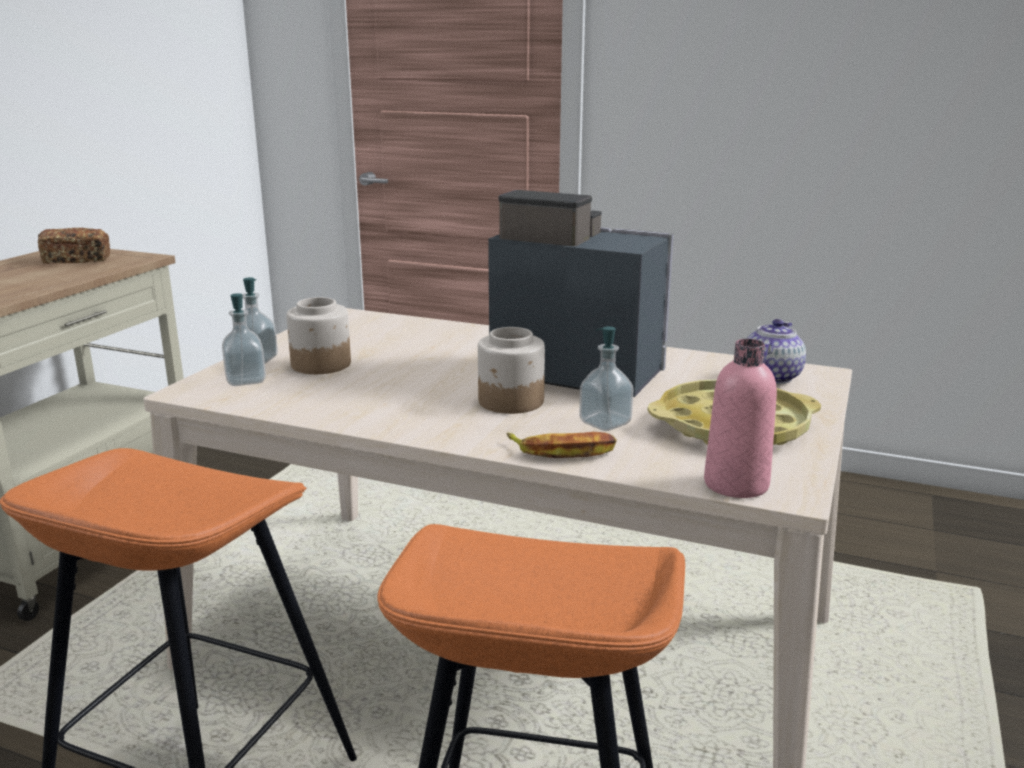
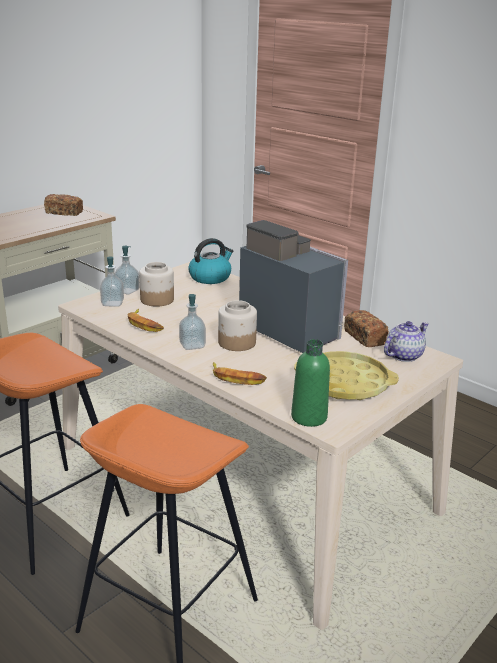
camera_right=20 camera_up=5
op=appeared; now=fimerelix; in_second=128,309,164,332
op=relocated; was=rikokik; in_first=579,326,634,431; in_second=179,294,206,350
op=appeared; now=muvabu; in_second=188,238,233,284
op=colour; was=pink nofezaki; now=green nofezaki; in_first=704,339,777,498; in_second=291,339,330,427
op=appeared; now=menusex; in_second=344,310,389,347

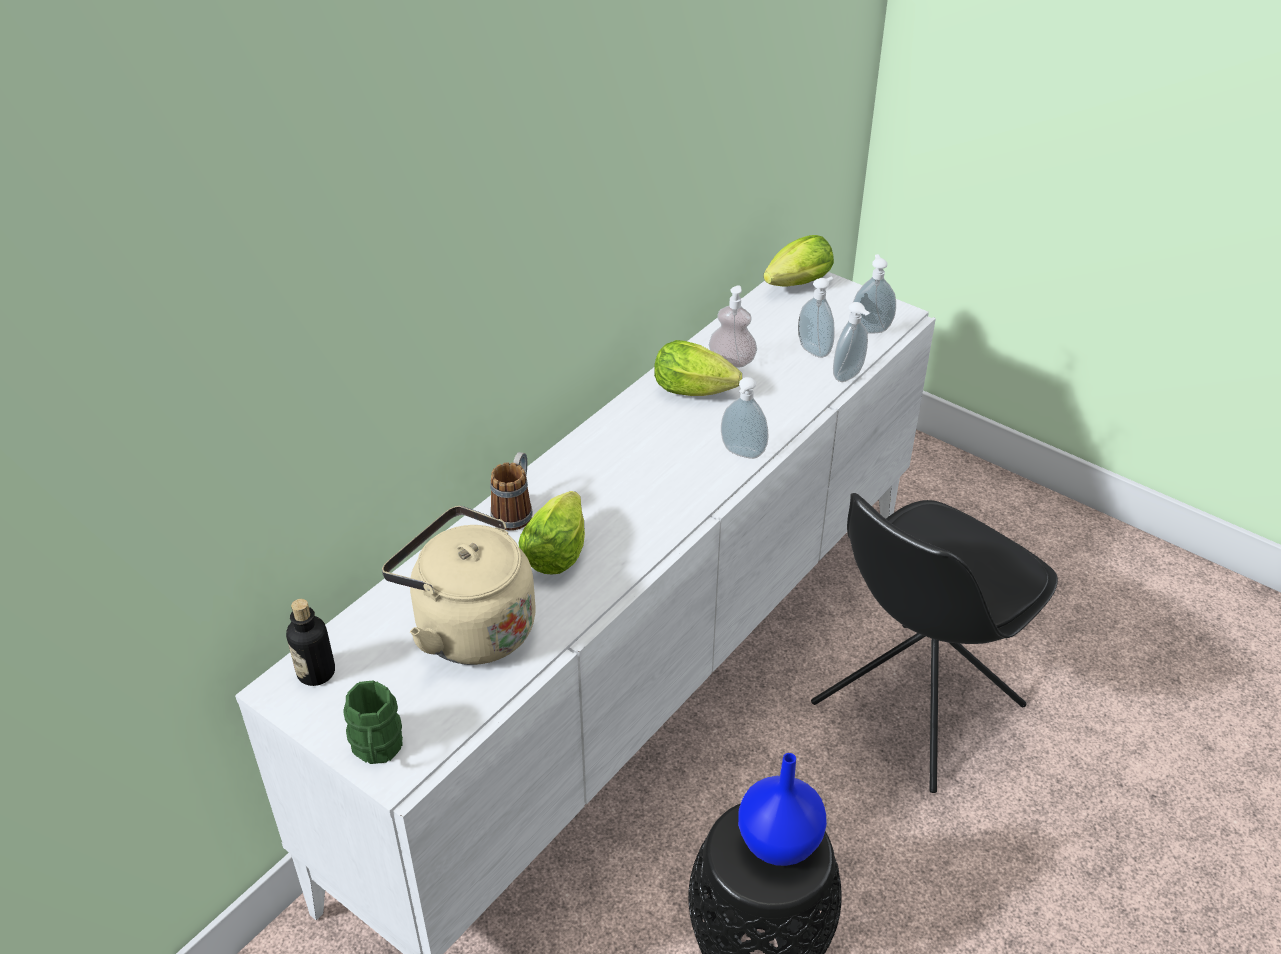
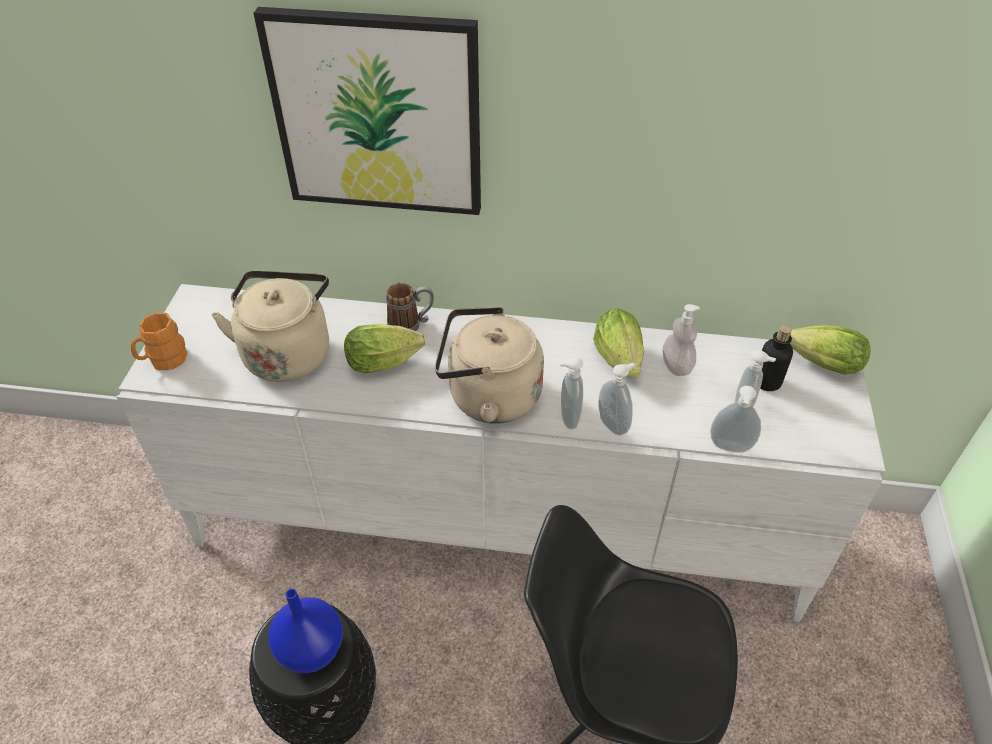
camera_right=60 camera_up=5
op=colour; was=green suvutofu; now=orange suvutofu; in_first=343,680,403,764; in_second=131,313,187,370
op=appeared; now=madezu; in_second=254,7,481,215
op=appeared; now=beige muvabu; in_second=435,307,544,424
op=relocated; was=rikokik; in_first=851,254,896,334; in_second=598,363,635,435
op=relocated; was=nofezaki; in_first=286,599,335,686; in_second=760,325,793,391

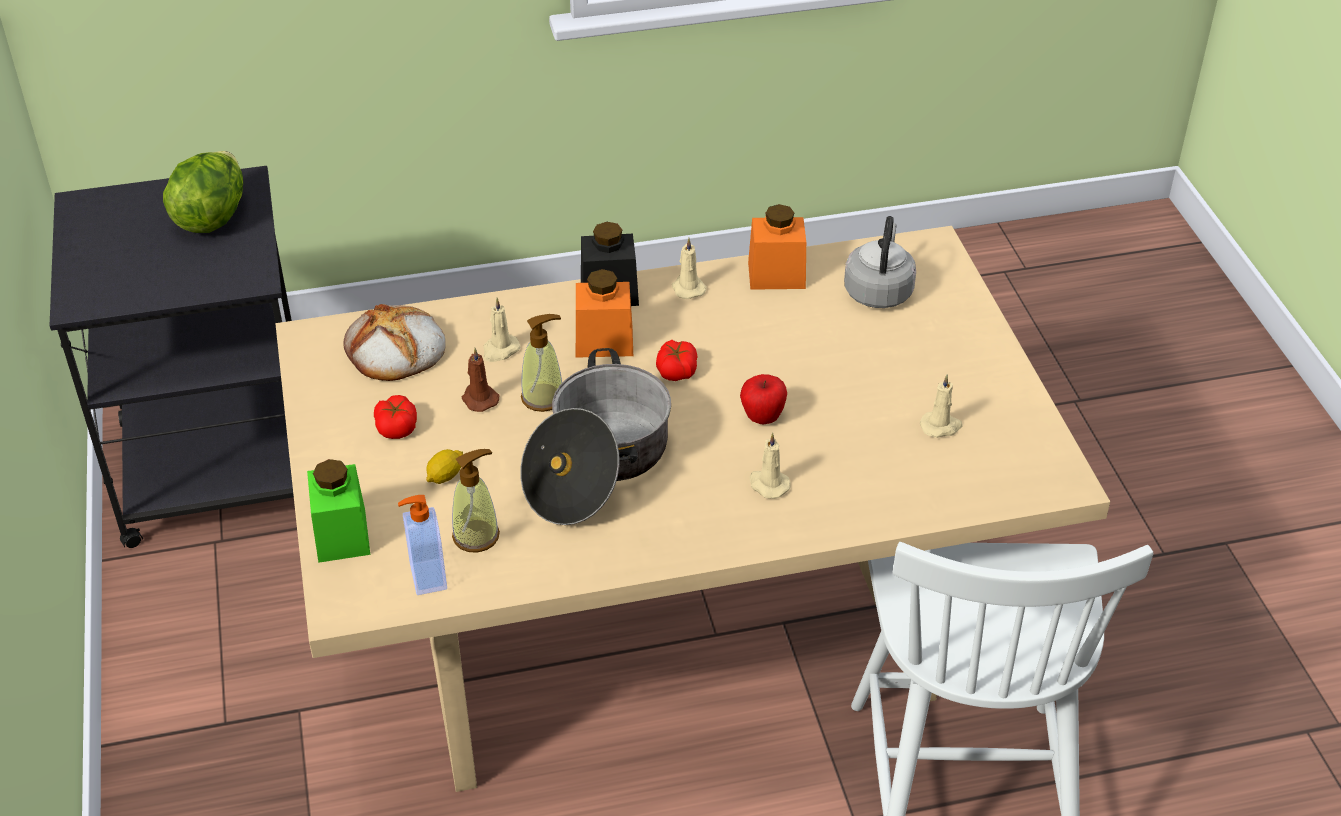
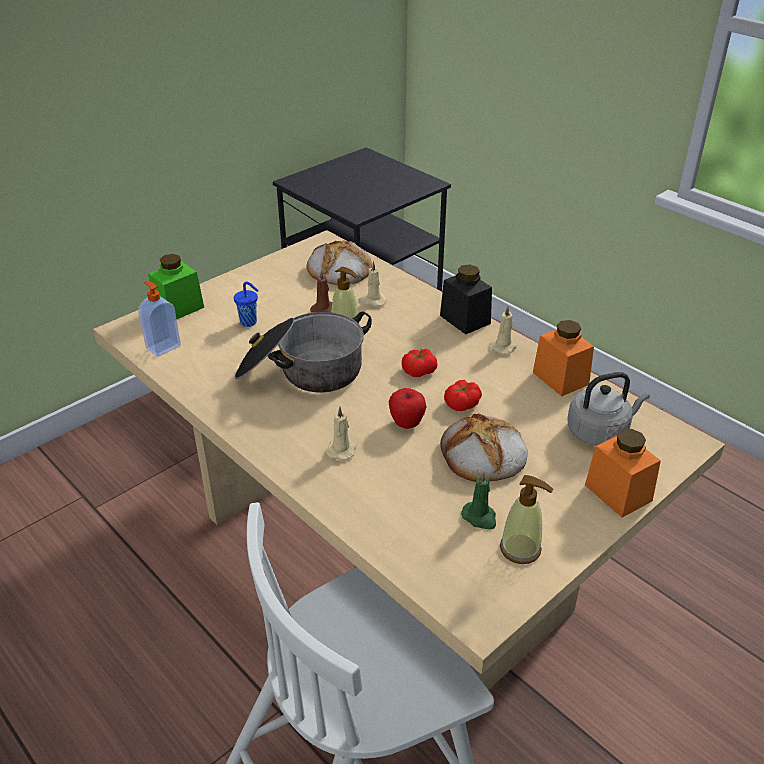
camera_right=60 camera_up=-5
op=exchanged; was=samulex; now=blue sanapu; in_first=426,449,463,484; in_second=234,282,259,327
op=appeared; now=menusex; in_second=440,413,528,482
op=relocated; was=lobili; in_first=374,395,417,439; in_second=444,380,482,411
op=colour; was=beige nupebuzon; now=green nupebuzon; in_first=920,374,962,438; in_second=461,471,496,530
op=relocated; was=rikokik; in_first=452,449,500,552; in_second=500,475,553,564
op=relocated; was=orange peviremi; in_first=576,269,633,358; in_second=585,429,661,517
op=missing; was=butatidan; in_first=163,151,243,233

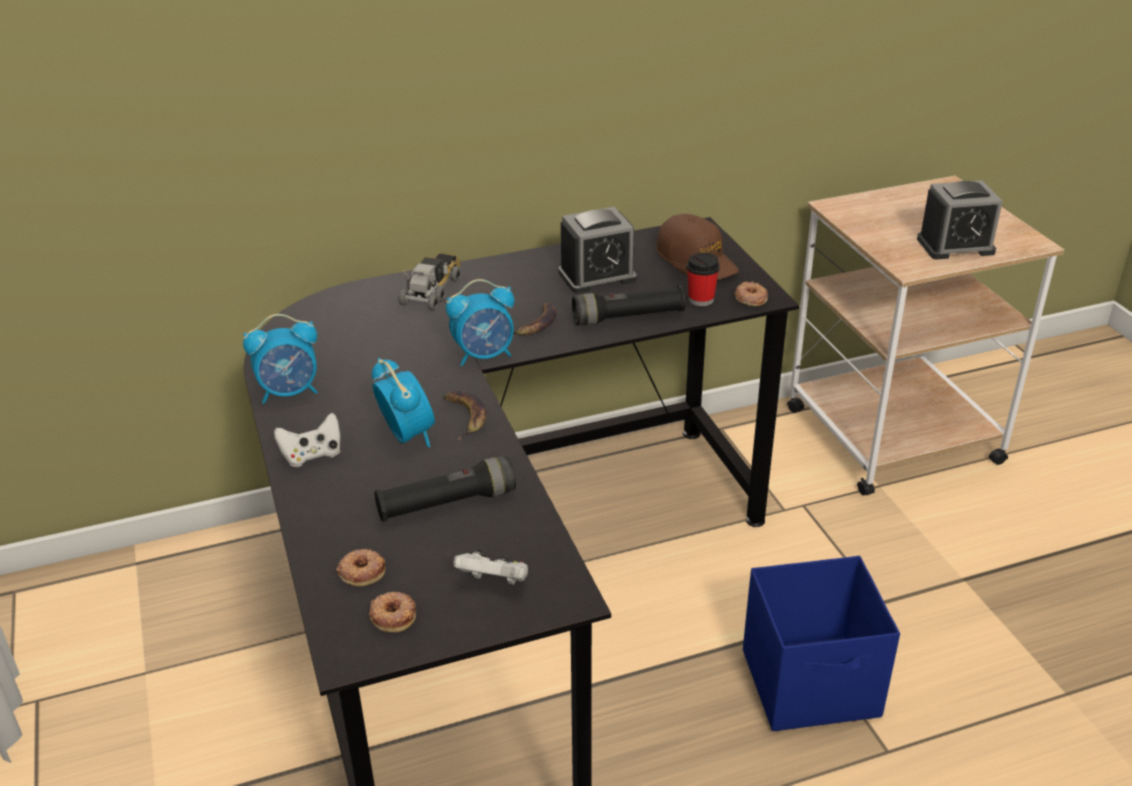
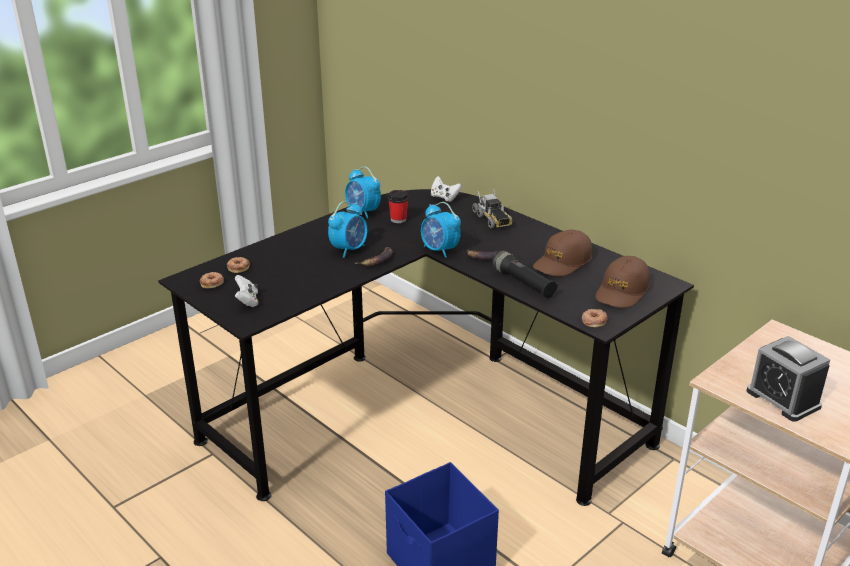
camera_right=65 camera_up=-5
op=relocated; was=sanapu; in_first=687,252,720,306; in_second=388,190,409,223
op=relocated; was=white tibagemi; in_first=274,413,340,467; in_second=431,176,462,202
op=spun; was=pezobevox; in_first=399,253,461,311; in_second=472,189,512,229; clockwise=75
op=exchanged; was=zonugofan; now=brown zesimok; in_first=558,207,637,294; in_second=533,230,592,276
op=missing; was=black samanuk; in_first=374,456,516,522

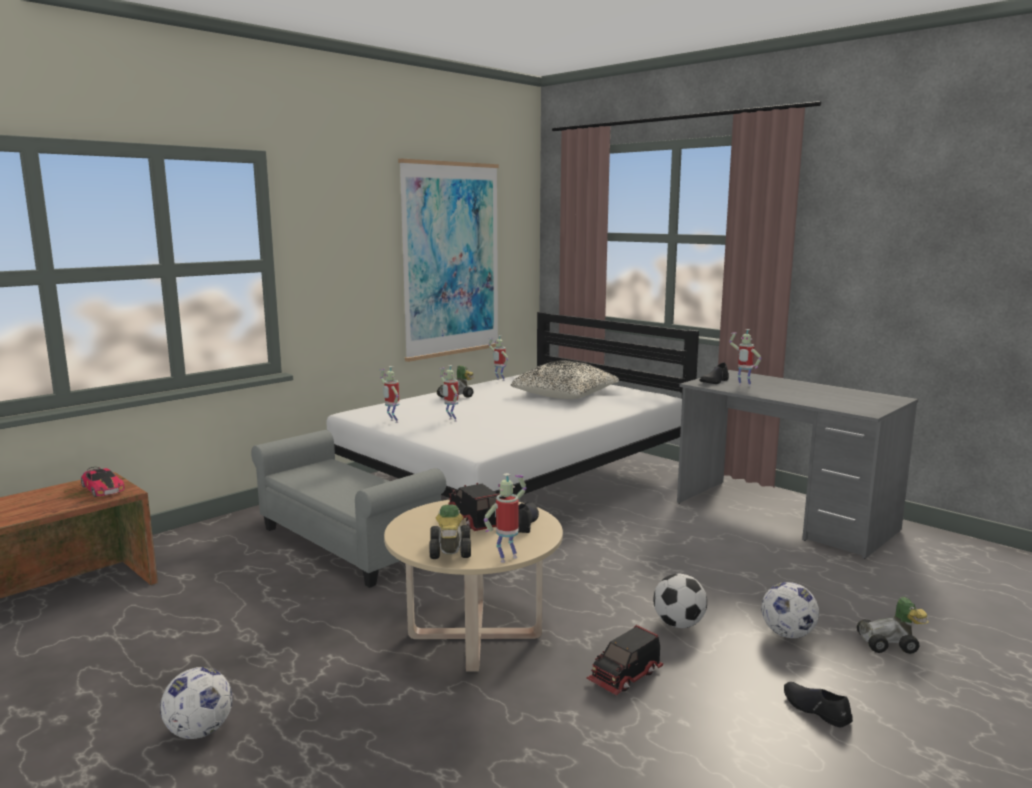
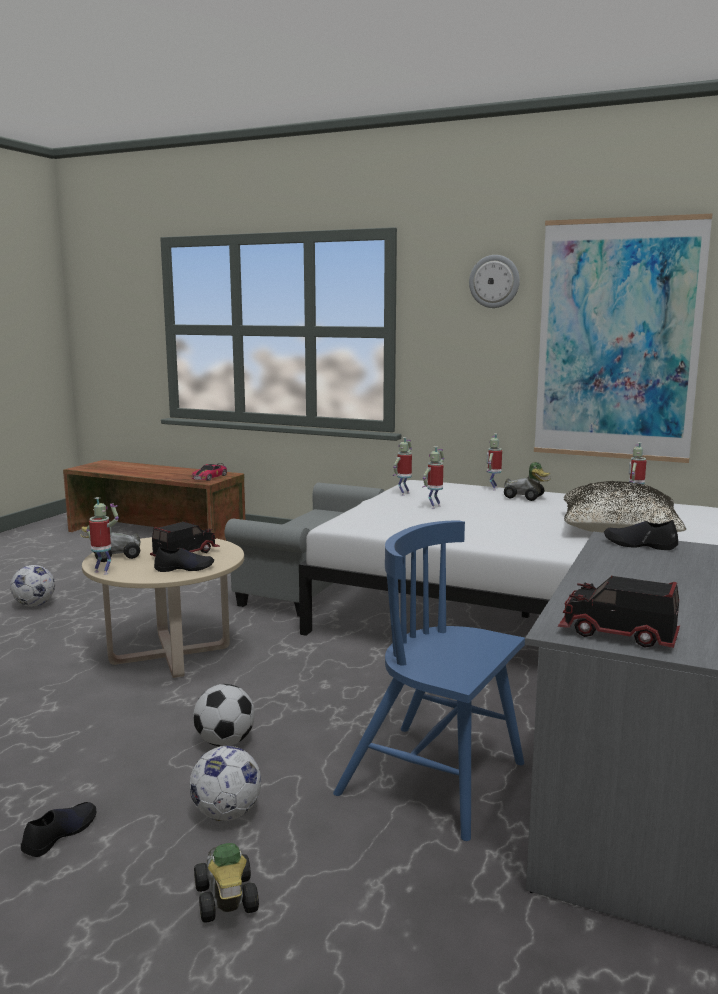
camera_right=70 camera_up=0
op=appeared; now=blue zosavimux; in_second=333,521,525,841
op=appeared; now=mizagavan; in_second=469,255,520,308
op=relocated; was=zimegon; in_first=729,329,762,387; in_second=486,434,502,491
op=relocated; was=pezobevox; in_first=586,625,663,695; in_second=557,576,680,648

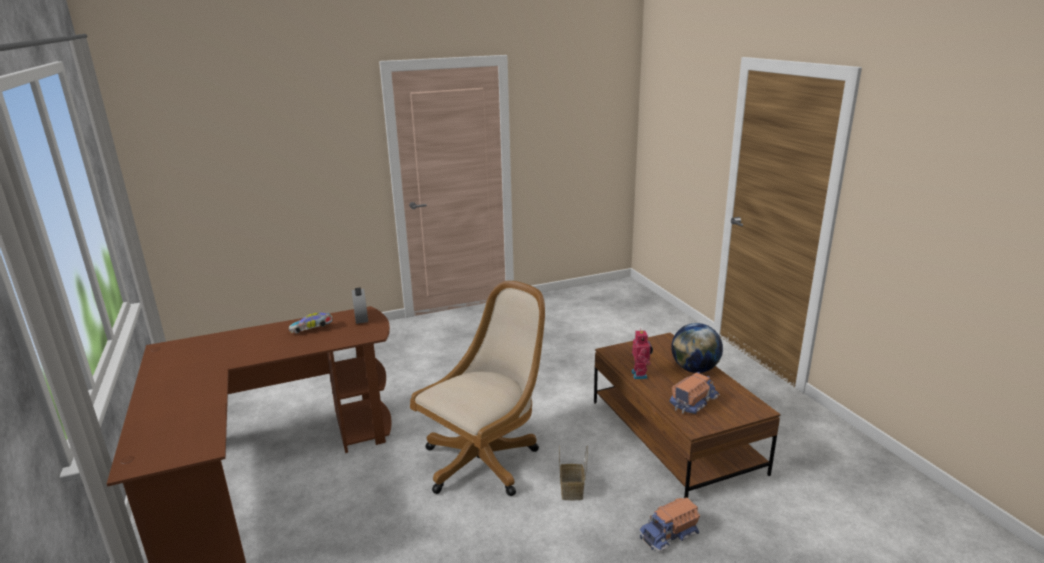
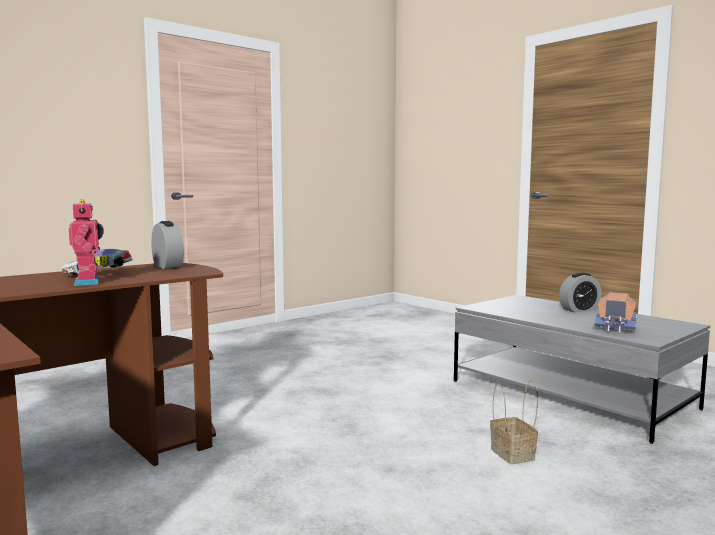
camera_right=-20 camera_up=-15
op=relocated; was=zimegon; in_first=631,329,653,379; in_second=69,199,104,286
op=colour; was=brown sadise; now=grey sadise; in_first=594,333,781,498; in_second=454,295,710,444
op=exchanged; was=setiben; now=zonugofan; in_first=671,323,723,373; in_second=559,272,602,312
op=missing; was=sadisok; in_first=410,281,545,496
op=missing; was=pezobevox; in_first=639,497,700,552

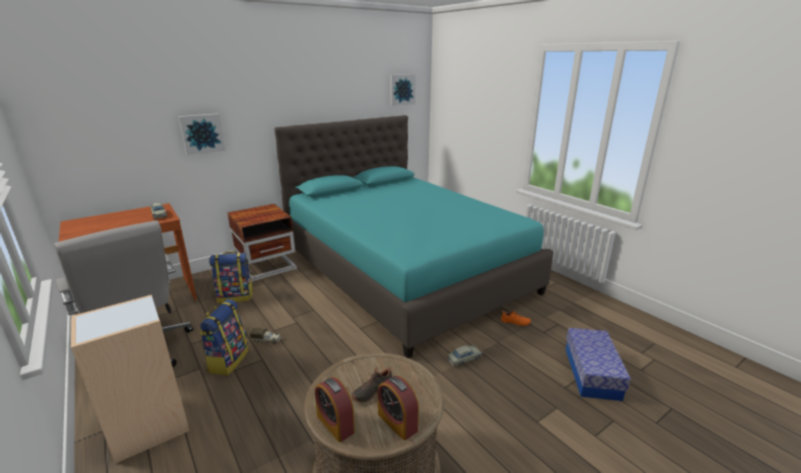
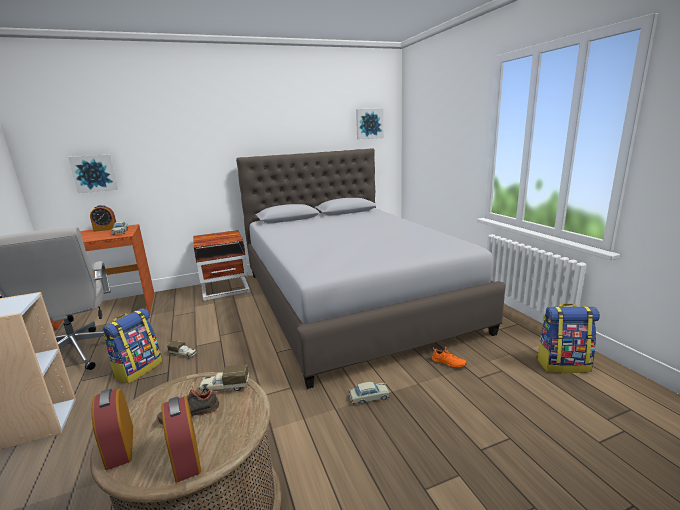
camera_right=15 camera_up=-5
op=relocated; was=madezu; in_first=179,114,225,155; in_second=68,154,118,193
op=appeared; now=zonugofan; in_second=90,205,116,232
op=appeared; now=pezobevox; in_second=199,364,249,393
op=colour; was=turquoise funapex; now=grey funapex; in_first=274,115,554,358; in_second=236,148,506,389
op=relocated; was=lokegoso; in_first=209,252,254,303; in_second=537,304,600,373
op=missing; was=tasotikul; in_first=566,328,631,401

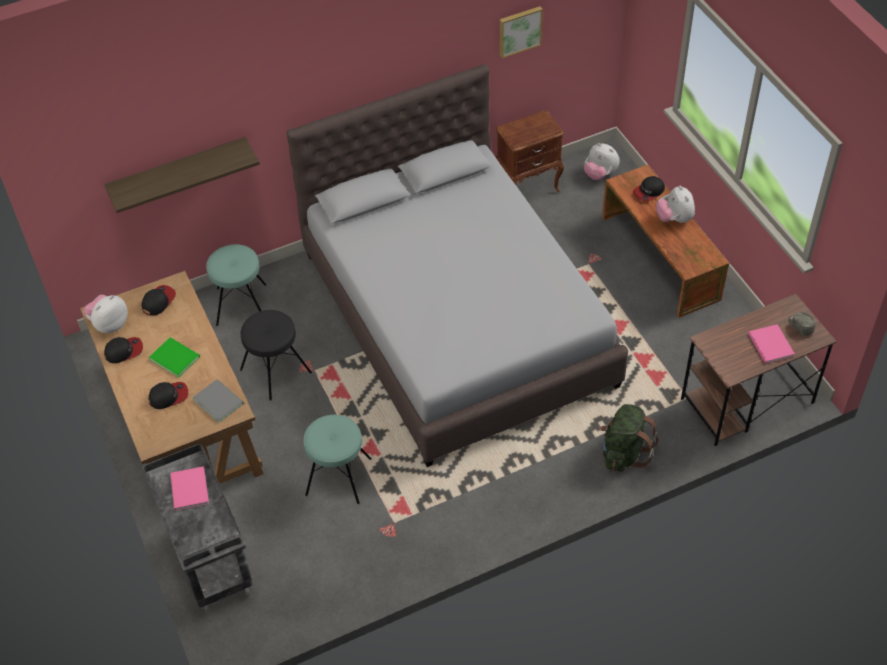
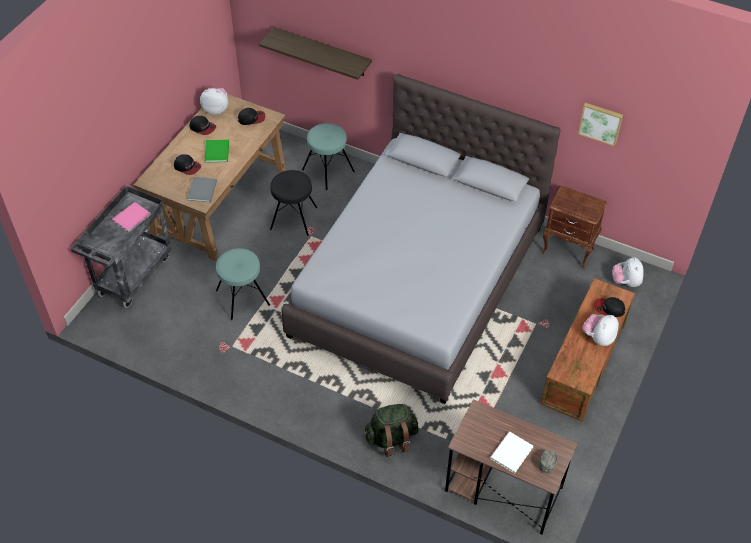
camera_right=50 camera_up=0
op=colour; was=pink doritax; now=white doritax; in_first=748,324,795,364; in_second=490,432,533,474

